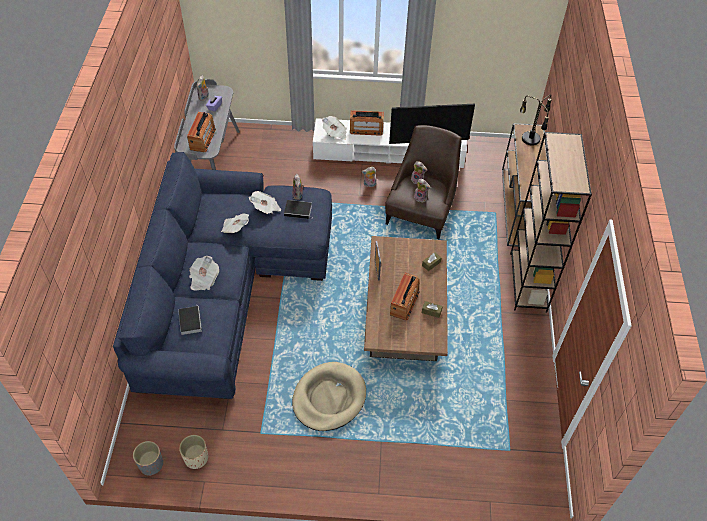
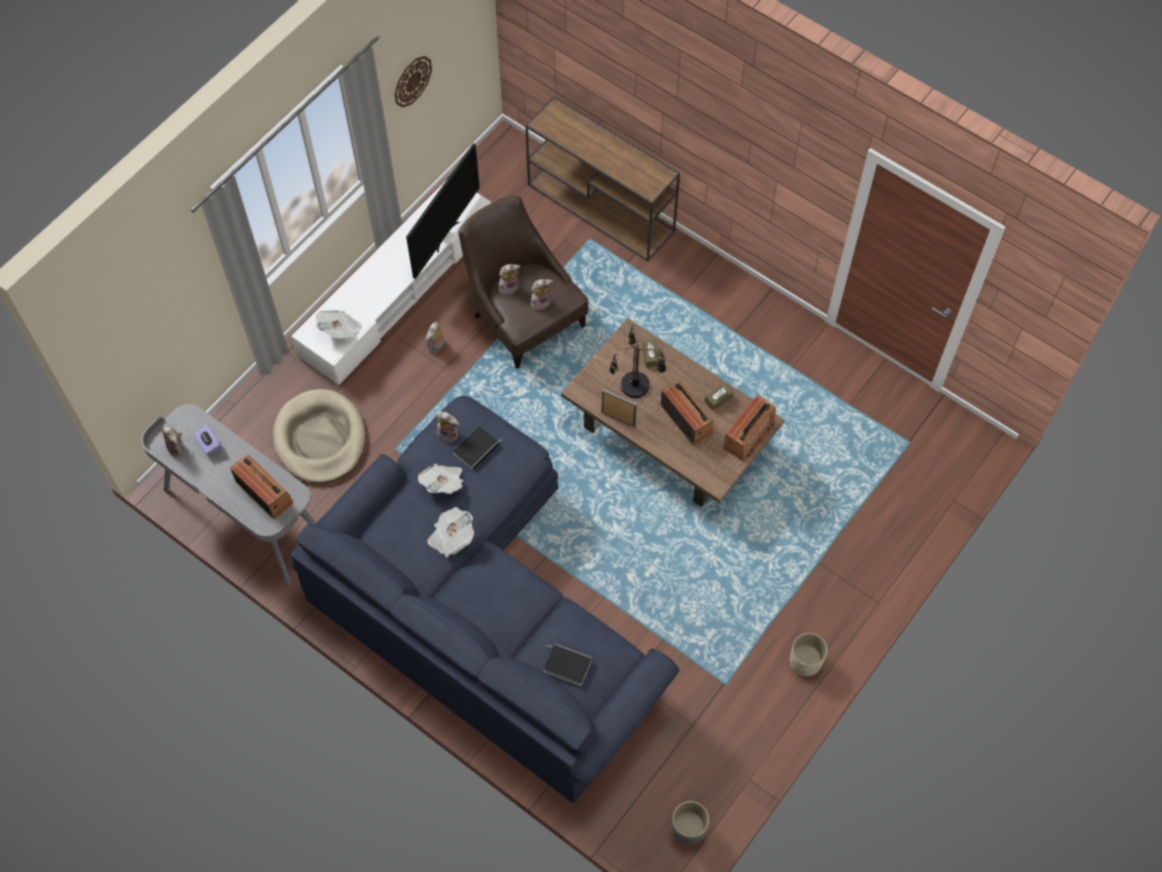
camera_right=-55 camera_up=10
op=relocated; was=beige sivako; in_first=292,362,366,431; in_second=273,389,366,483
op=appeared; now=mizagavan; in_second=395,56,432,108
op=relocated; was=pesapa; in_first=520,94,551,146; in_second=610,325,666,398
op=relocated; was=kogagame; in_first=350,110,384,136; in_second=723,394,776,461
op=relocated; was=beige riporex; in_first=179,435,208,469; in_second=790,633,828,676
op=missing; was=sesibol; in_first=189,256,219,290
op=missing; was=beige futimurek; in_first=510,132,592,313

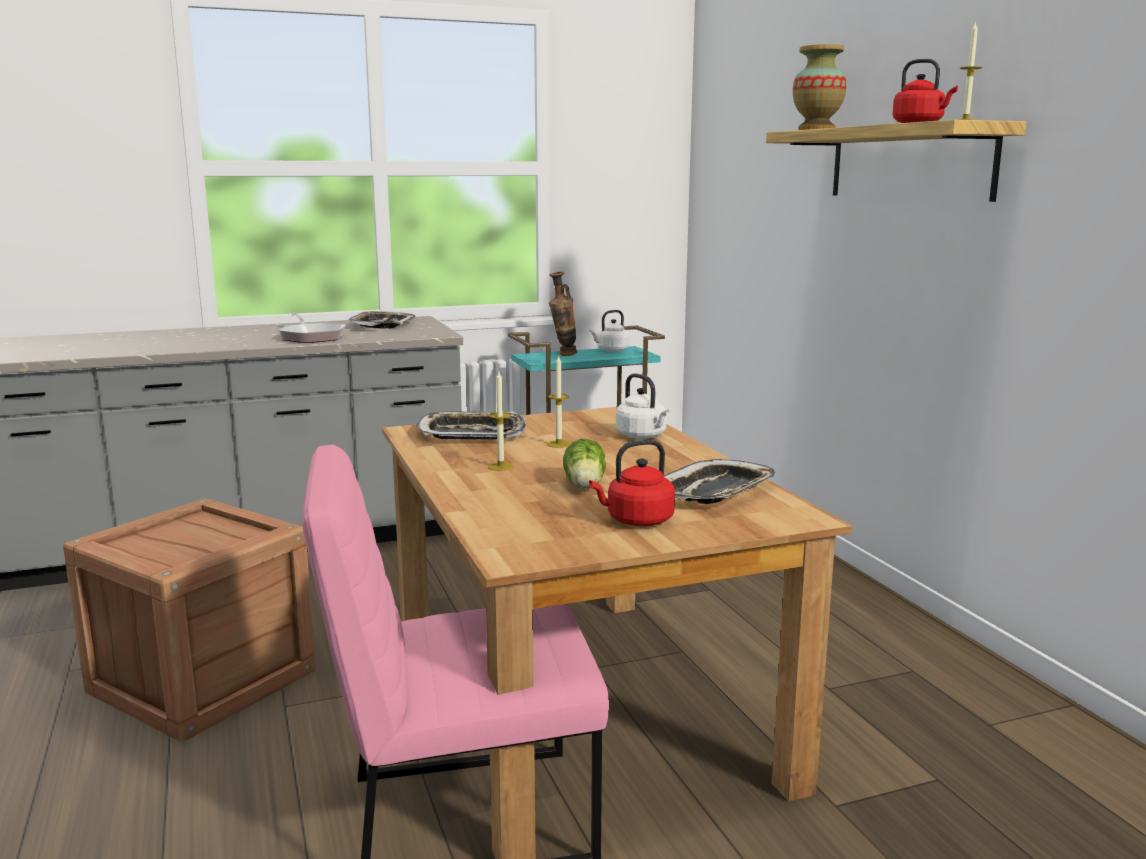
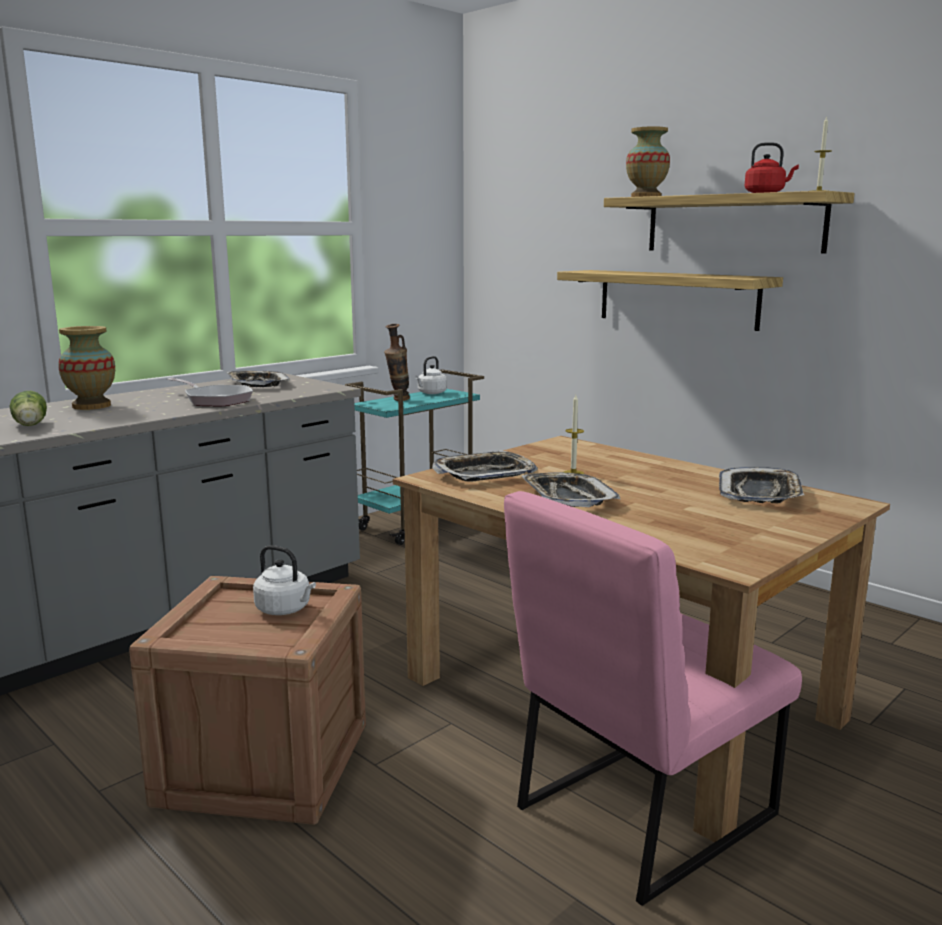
camera_right=-25 camera_up=0
op=relocated; was=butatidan; in_first=563,439,606,489; in_second=10,391,47,426
op=appeared; now=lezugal; in_second=58,326,115,410
op=relocated; was=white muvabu; in_first=616,373,669,439; in_second=253,545,316,615
op=exchanged; was=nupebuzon; now=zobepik; in_first=488,372,514,471; in_second=522,472,621,507
op=appeared; now=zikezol; in_second=557,270,783,331
op=missing; was=red muvabu; in_first=589,439,675,526

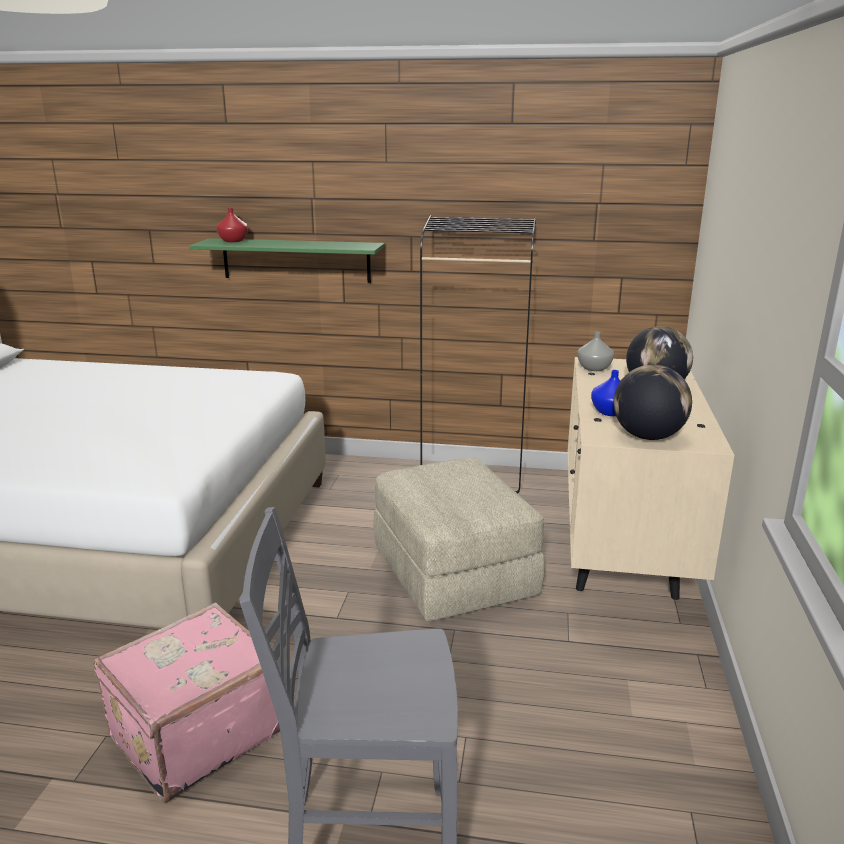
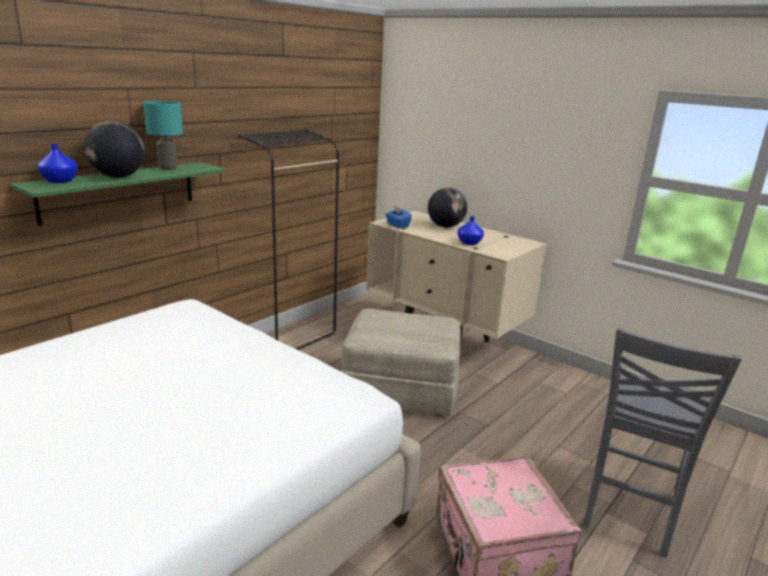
camera_right=-60 camera_up=0
op=colour; was=red lezugal; now=blue lezugal; in_first=216,208,248,242; in_second=37,144,78,183
op=relocated; was=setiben; in_first=613,364,692,440; in_second=83,121,145,178
op=appeared; now=turquoise pesapa; in_second=143,101,183,170
op=exchanged; was=grey lezugal; now=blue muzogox; in_first=577,332,614,371; in_second=385,206,412,228

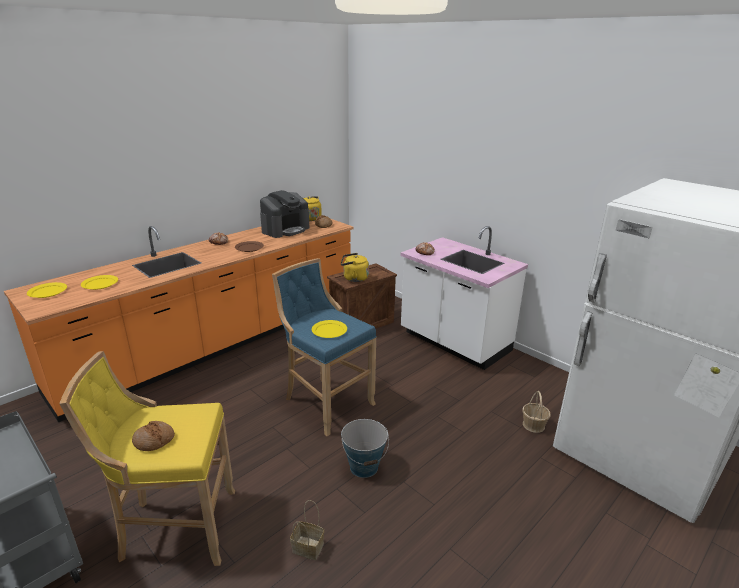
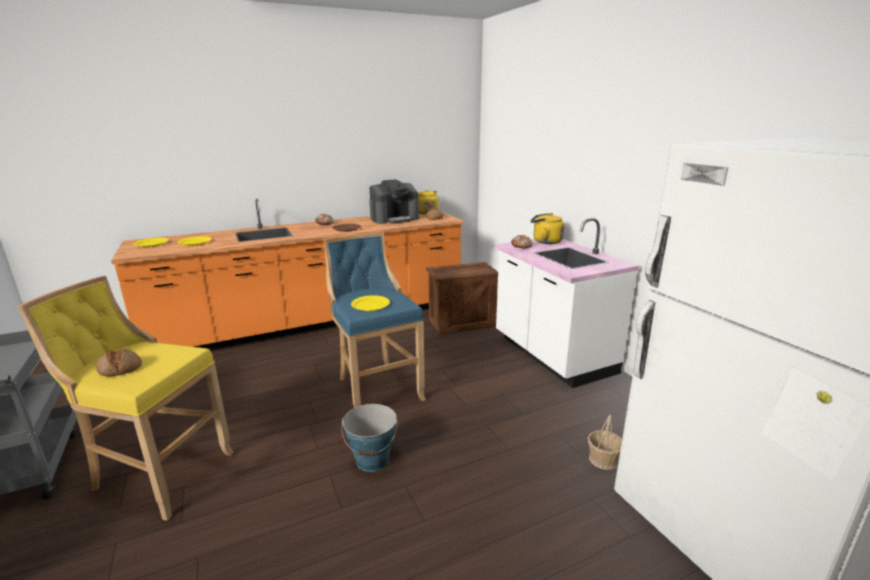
camera_right=20 camera_up=-5
op=relocated; was=yellow muvabu; in_first=341,253,369,282; in_second=531,213,564,244
op=missing; was=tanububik; in_first=290,500,324,560

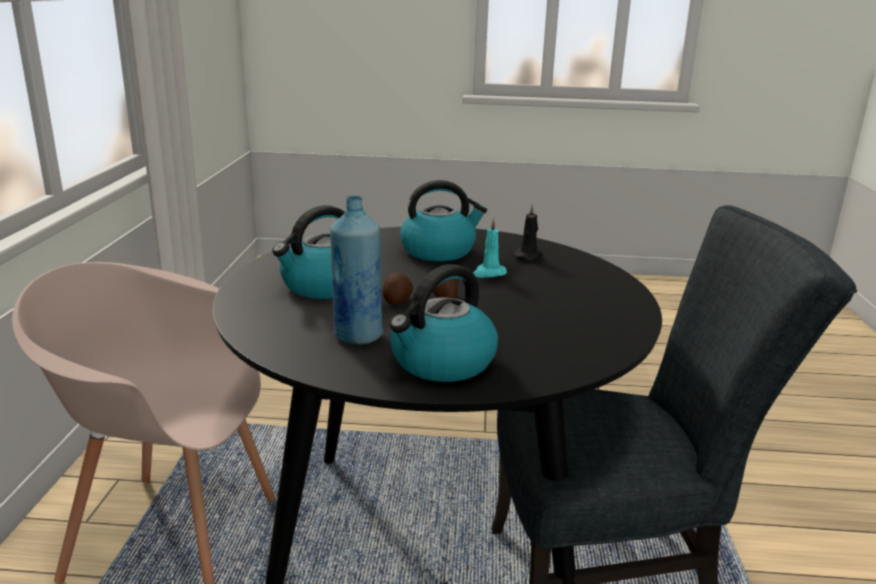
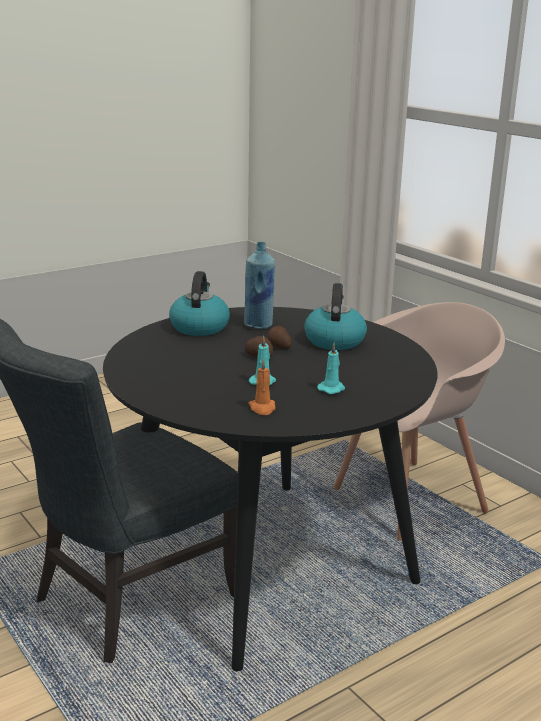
camera_right=140 camera_up=0
op=colour; was=black nupebuzon; now=orange nupebuzon; in_first=513,204,543,261; in_second=249,359,276,415
op=exchanged; was=muvabu; now=turquoise nupebuzon; in_first=400,180,487,261; in_second=317,343,345,394

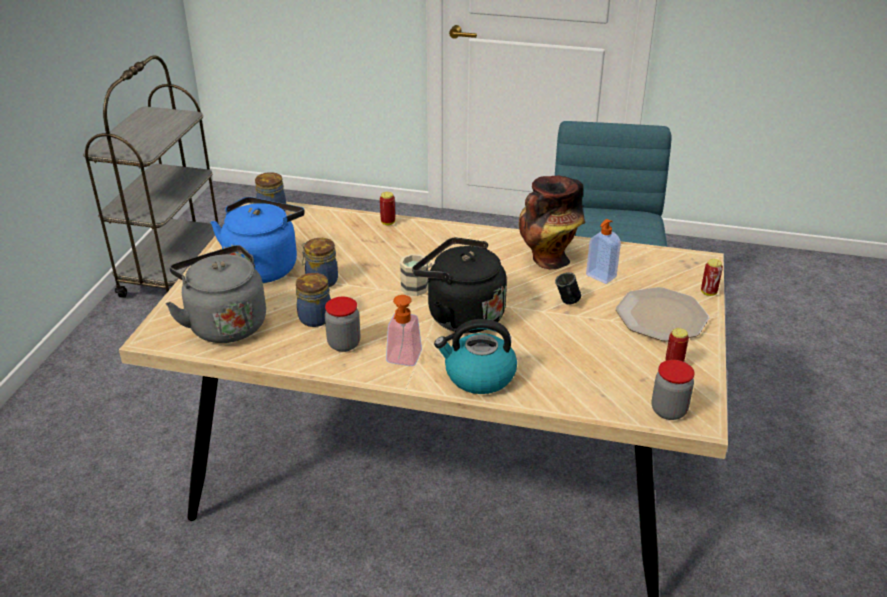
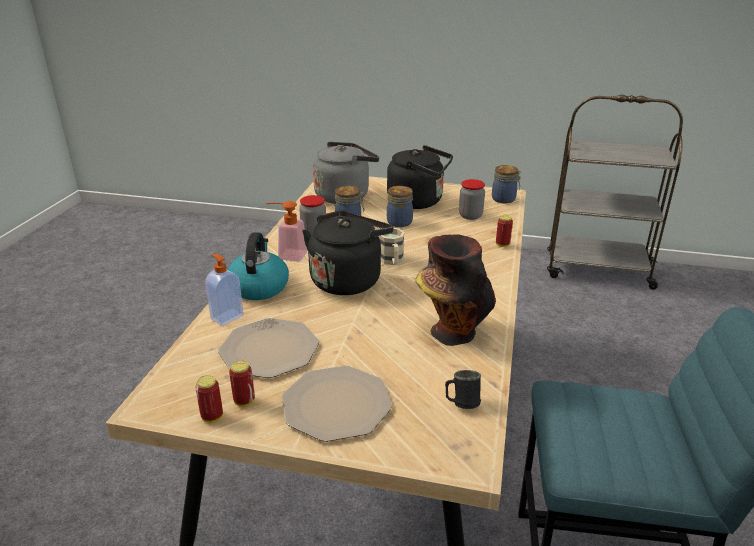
camera_right=90 camera_up=-5
op=relocated; was=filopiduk; in_first=701,259,723,296; in_second=195,375,223,423
op=relocated; was=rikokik; in_first=586,219,621,284; in_second=205,254,244,326
op=appeared; now=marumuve; in_second=218,318,319,378
op=colour; was=blue muvabu; now=black muvabu; in_first=211,197,305,283; in_second=387,145,453,209
op=relocated; was=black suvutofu; in_first=555,272,581,304; in_second=445,370,481,409
op=relocated; was=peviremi; in_first=652,360,695,420; in_second=459,179,485,220

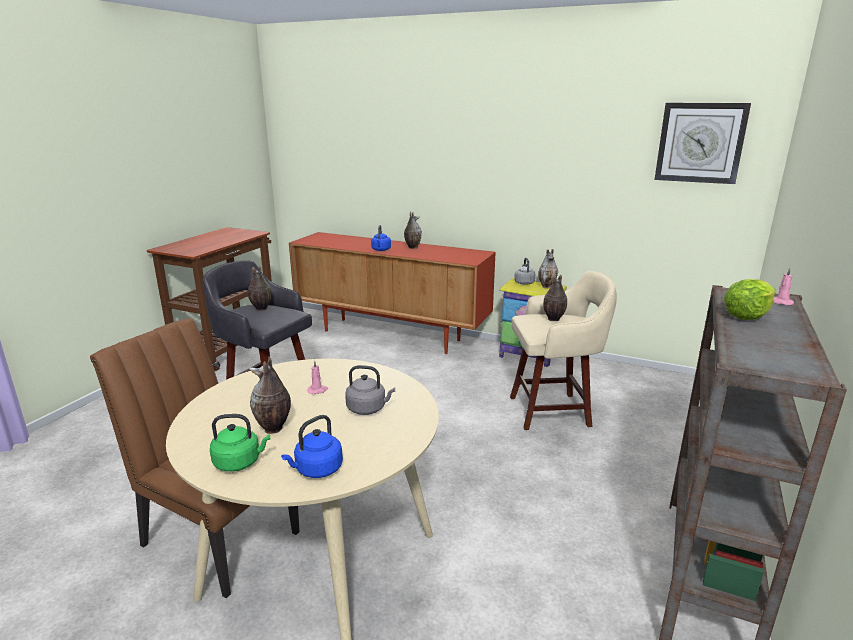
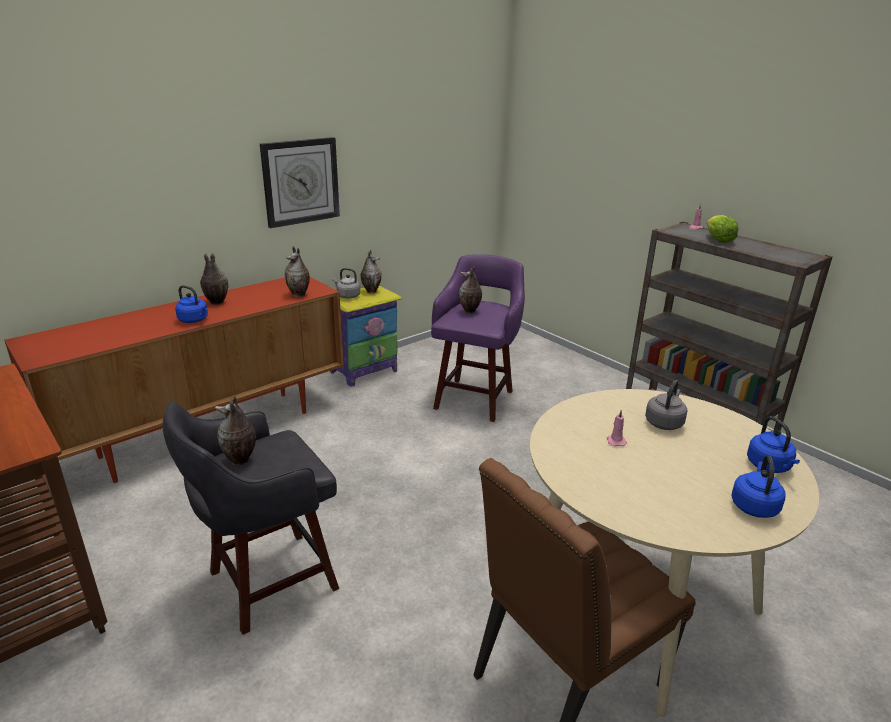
camera_right=-65 camera_up=5
op=relocated; was=mizagavan; in_first=655,103,751,184; in_second=260,137,340,228
op=relocated; was=lezugal; in_first=249,356,291,434; in_second=285,246,310,297
op=colour; was=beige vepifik; now=purple vepifik; in_first=510,271,617,430; in_second=431,254,525,422
op=colour; was=green muvabu; now=blue muvabu; in_first=210,414,270,472; in_second=732,455,785,518

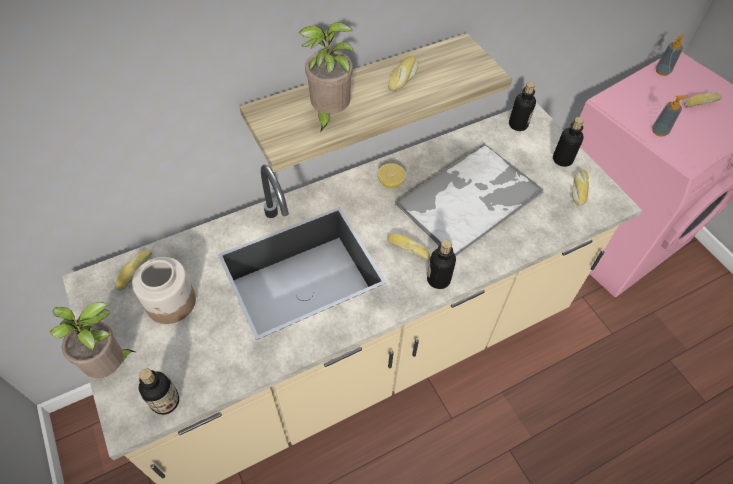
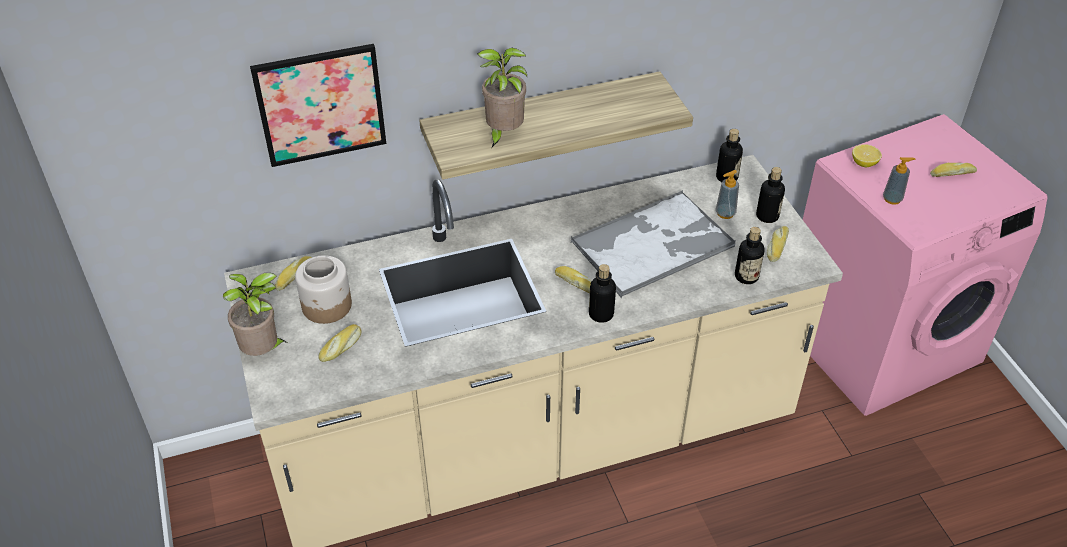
camera_right=10 camera_up=-10
op=appeared; now=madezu; in_second=250,44,386,167
op=relocated; was=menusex; in_first=388,56,418,91; in_second=318,324,361,362
op=relocated; was=rikokik; in_first=656,34,685,76; in_second=716,170,739,219
op=relocated; was=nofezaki; in_first=139,368,179,415; in_second=735,227,765,284
op=relocated; was=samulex; in_first=378,163,406,188; in_second=852,144,882,167

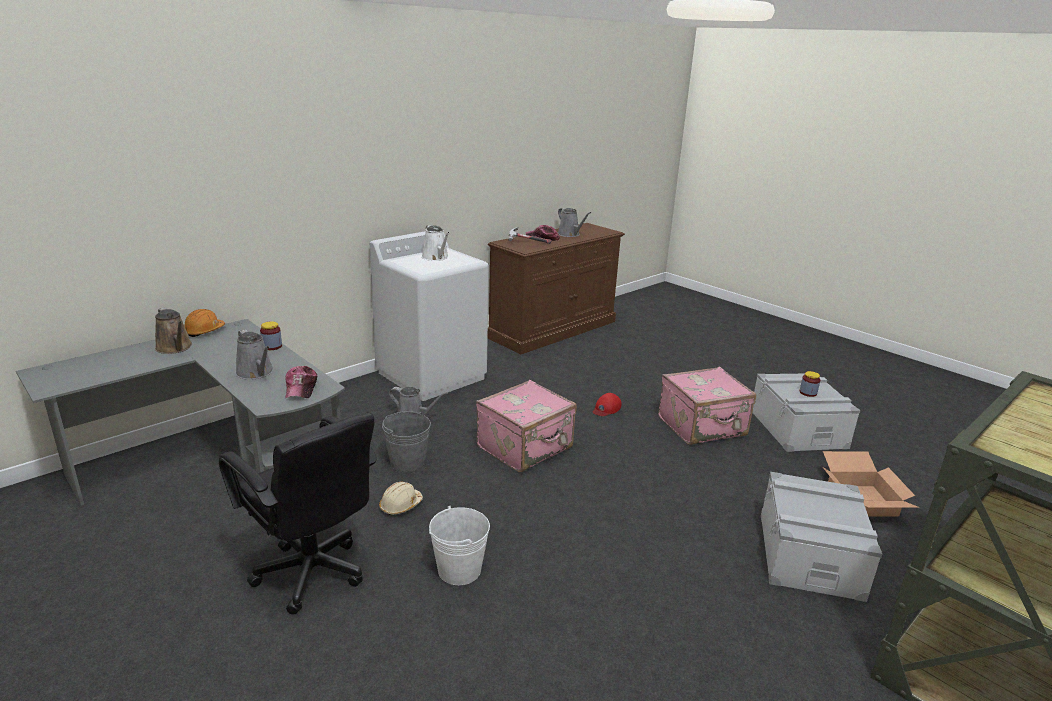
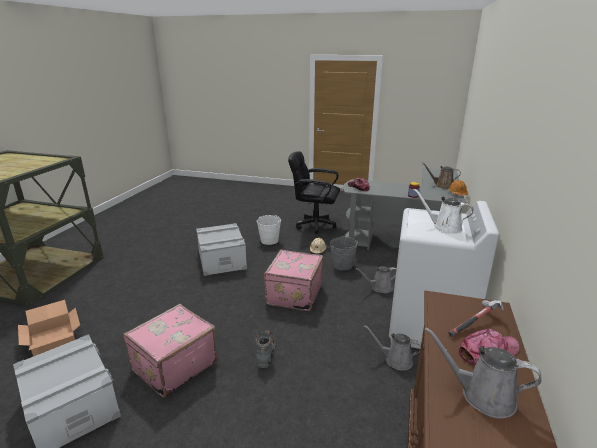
camera_right=150 camera_up=0
op=relocated; was=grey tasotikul; in_first=761,472,882,602; in_second=196,223,247,276
op=exchanged; was=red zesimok; now=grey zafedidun; in_first=593,393,622,416; in_second=255,330,275,369
op=relocated; was=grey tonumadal; in_first=235,329,273,380; in_second=364,325,421,371
op=missing; was=peviremi; in_first=800,371,820,397

